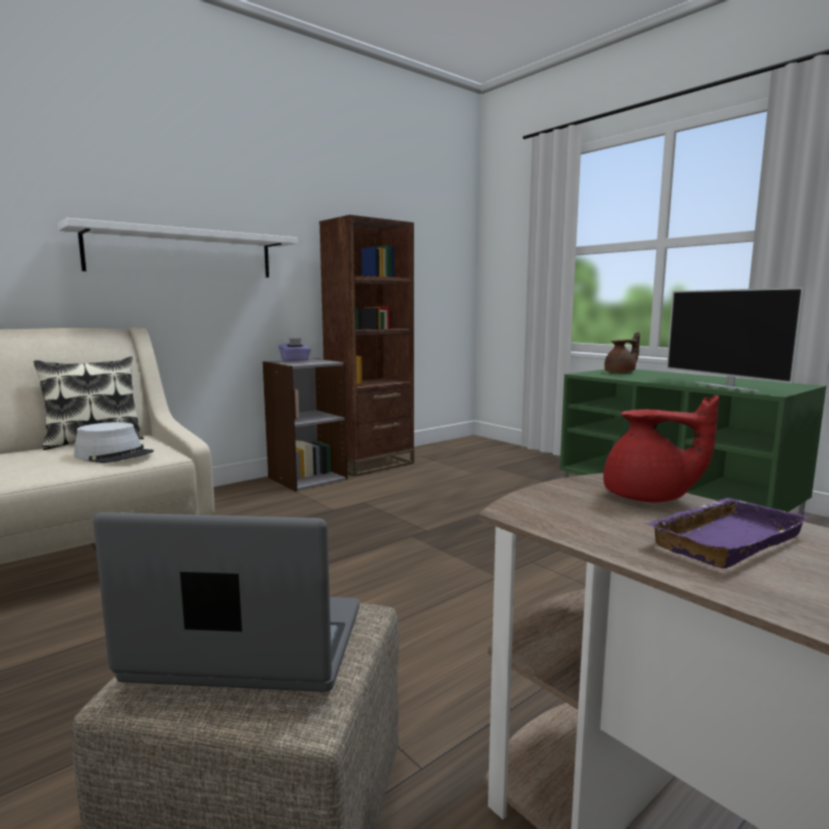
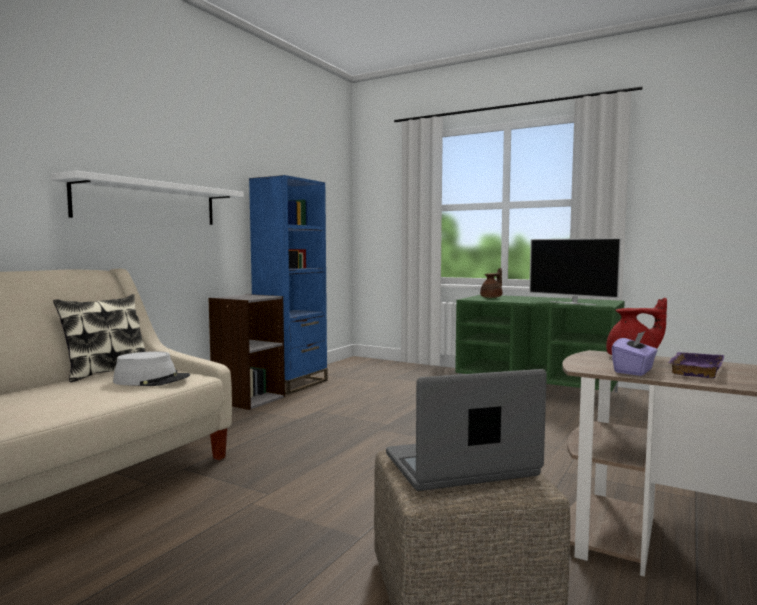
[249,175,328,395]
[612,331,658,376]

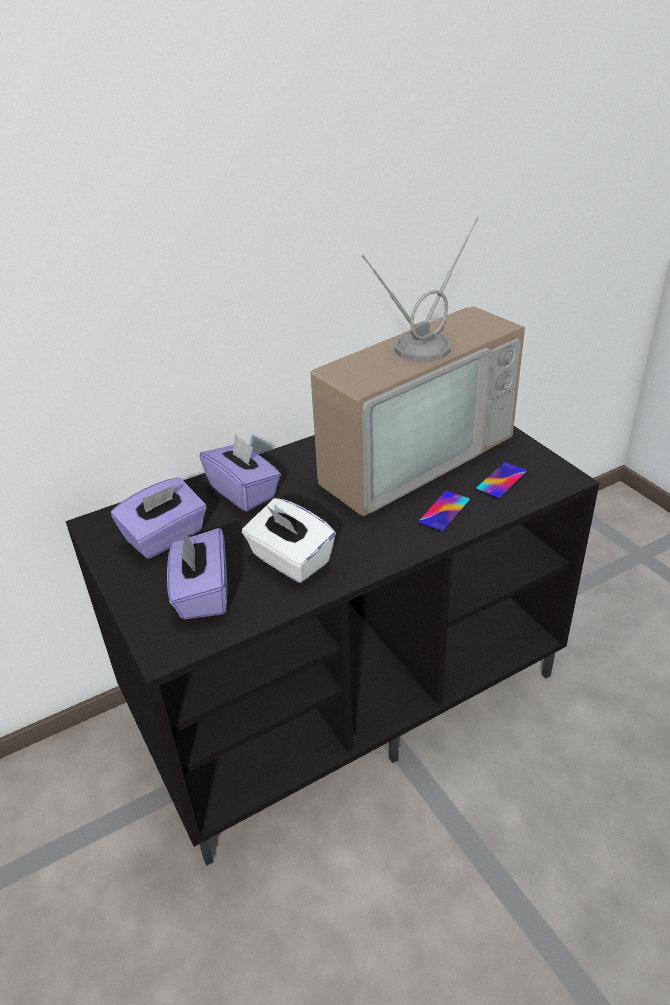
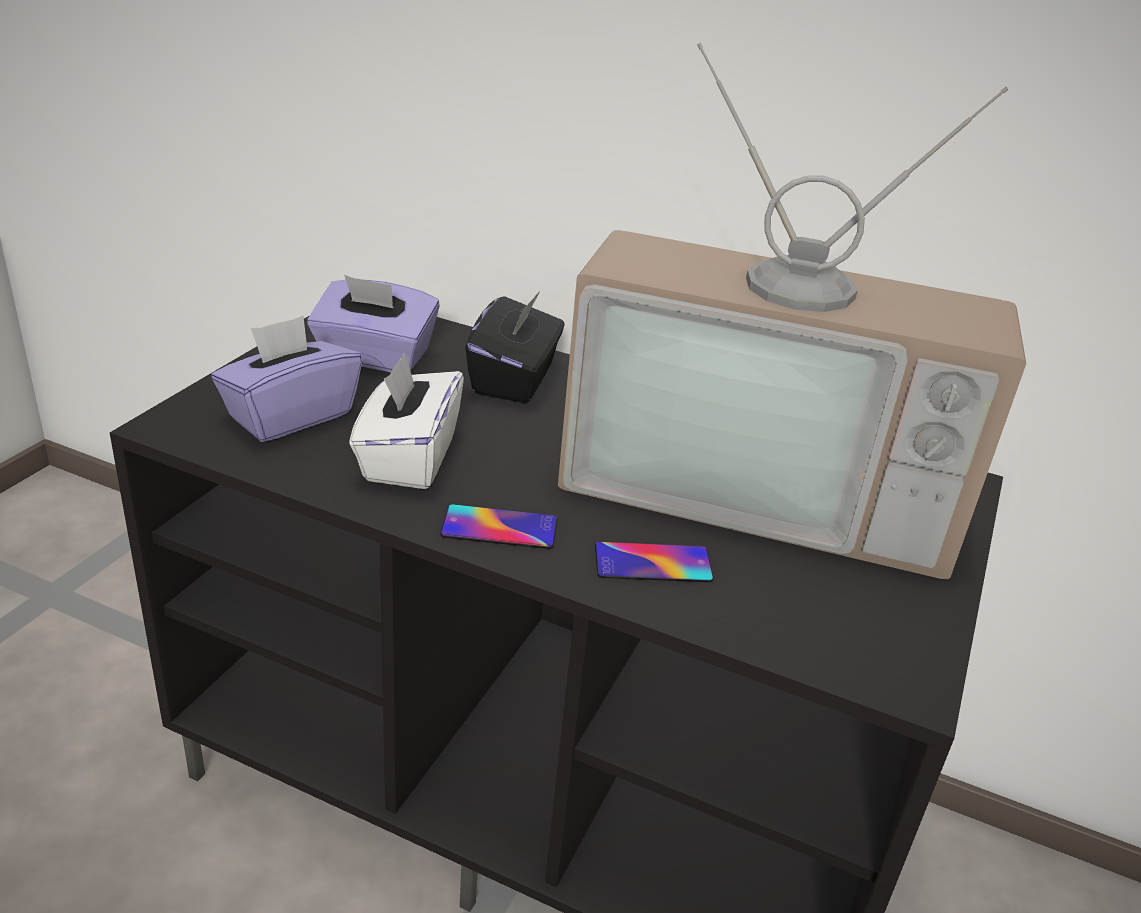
[440,504,557,549]
[465,290,565,403]

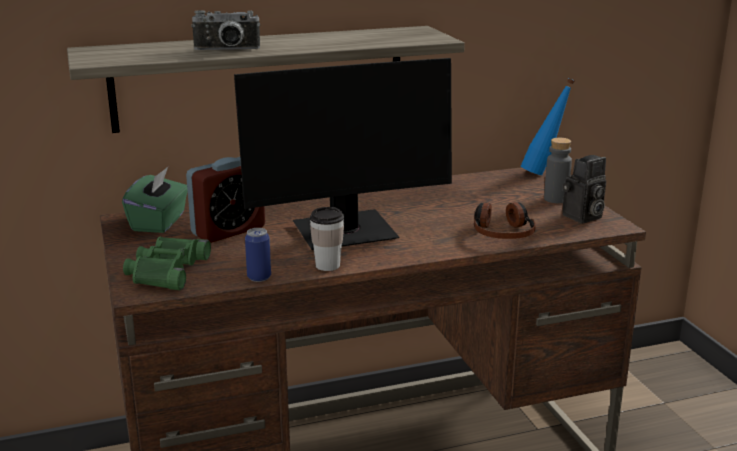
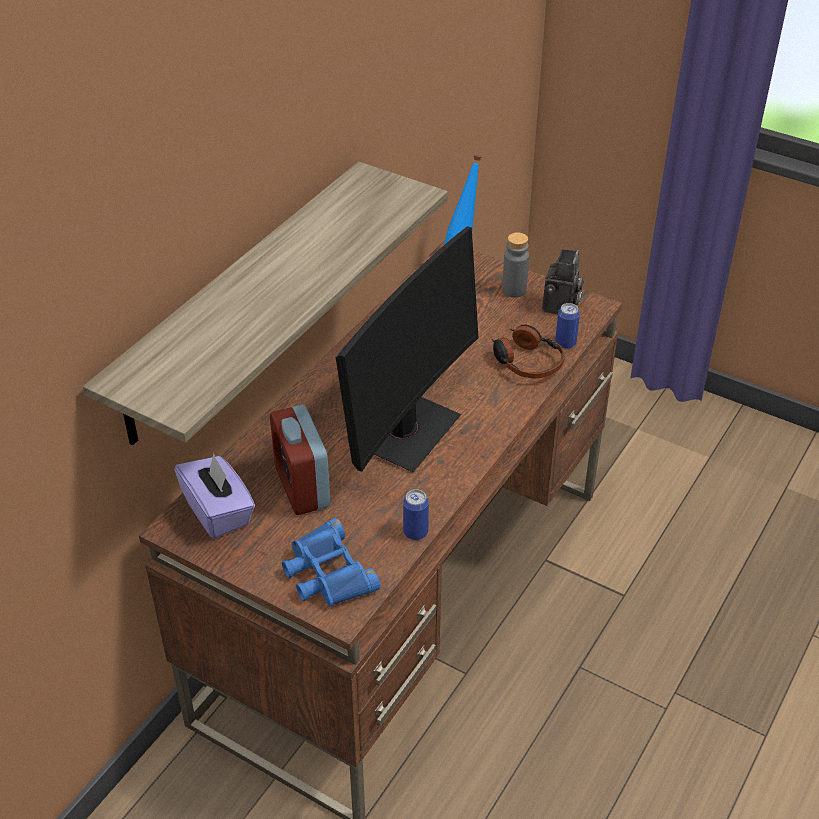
[174,453,255,539]
[270,405,330,515]
[282,518,380,607]
[555,303,580,349]
[191,10,260,50] (first image)
[310,207,344,271] (first image)

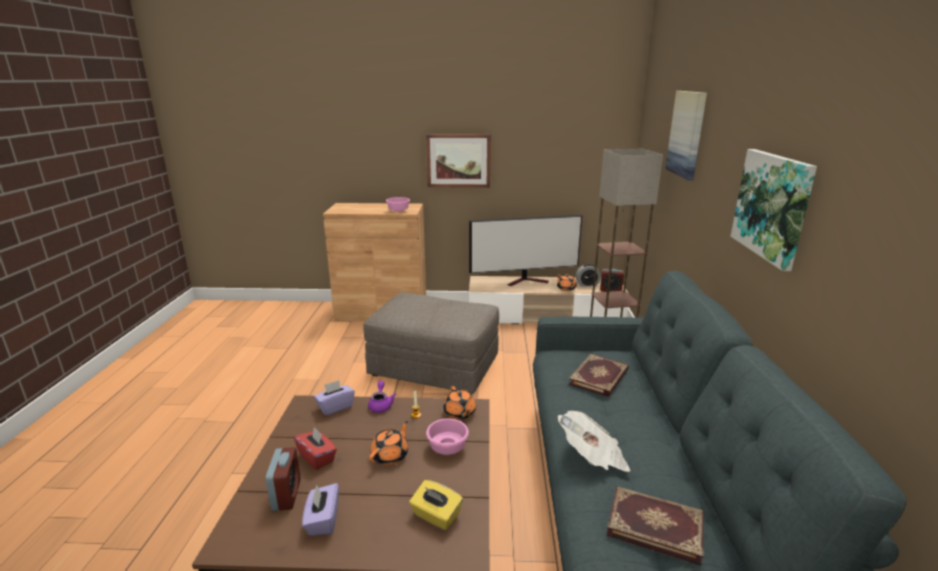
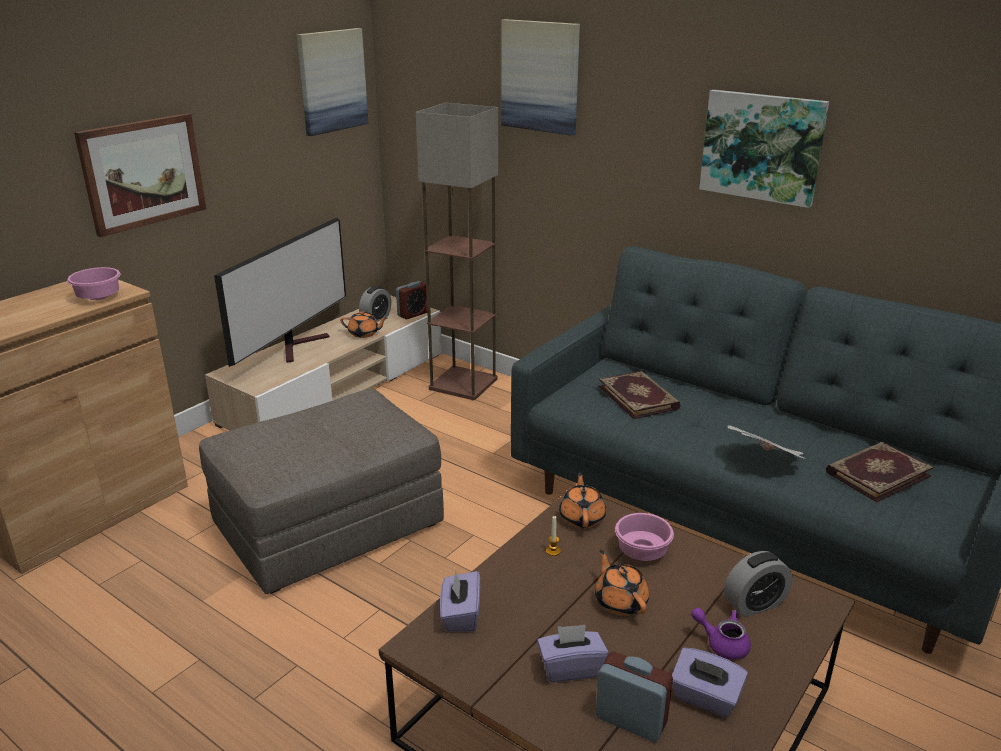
[297,28,369,136]
[537,625,609,682]
[559,472,606,528]
[691,608,751,660]
[724,551,793,617]

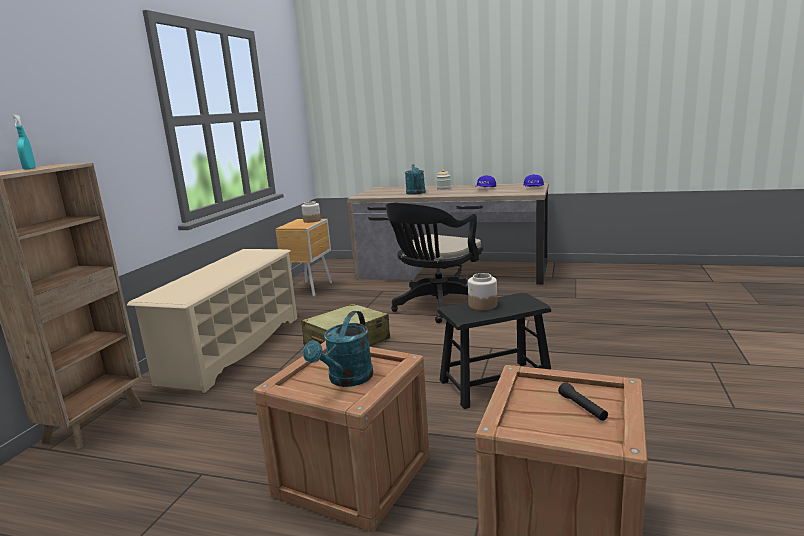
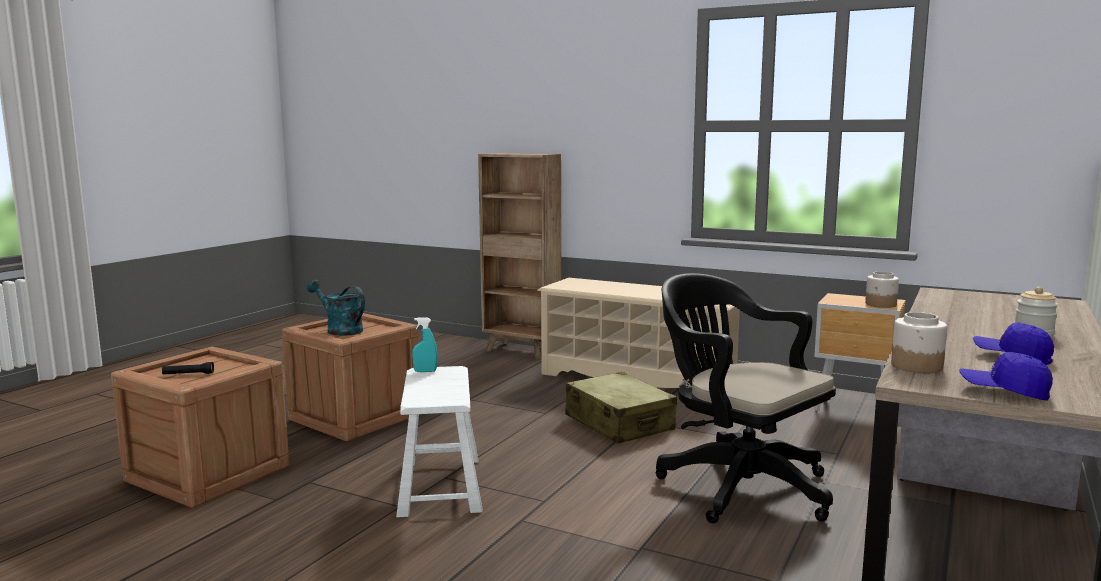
[396,366,483,517]
[412,318,437,372]
[891,312,947,373]
[405,164,426,195] (first image)

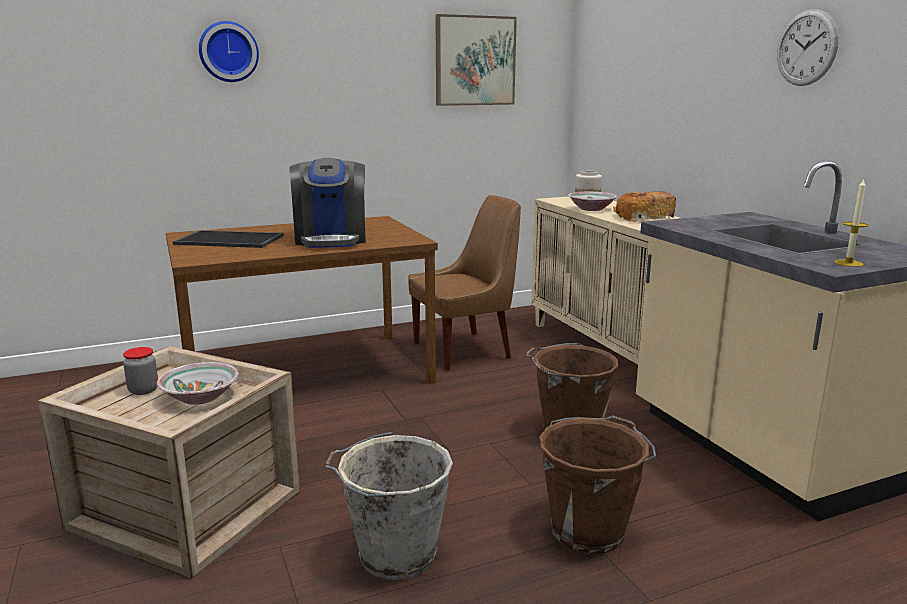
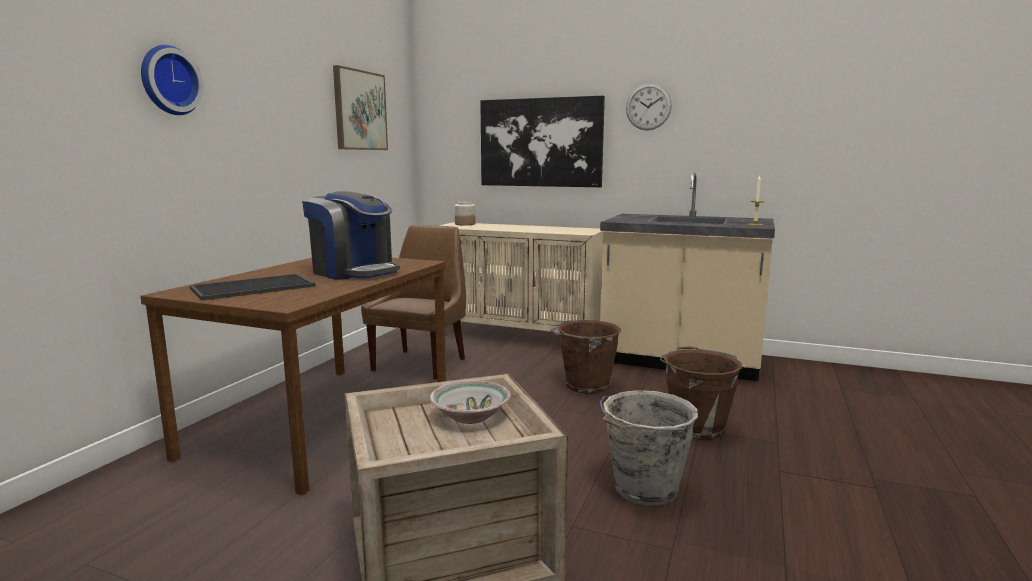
[480,95,605,187]
[123,347,158,395] (first image)
[568,192,617,211] (first image)
[613,191,676,222] (first image)

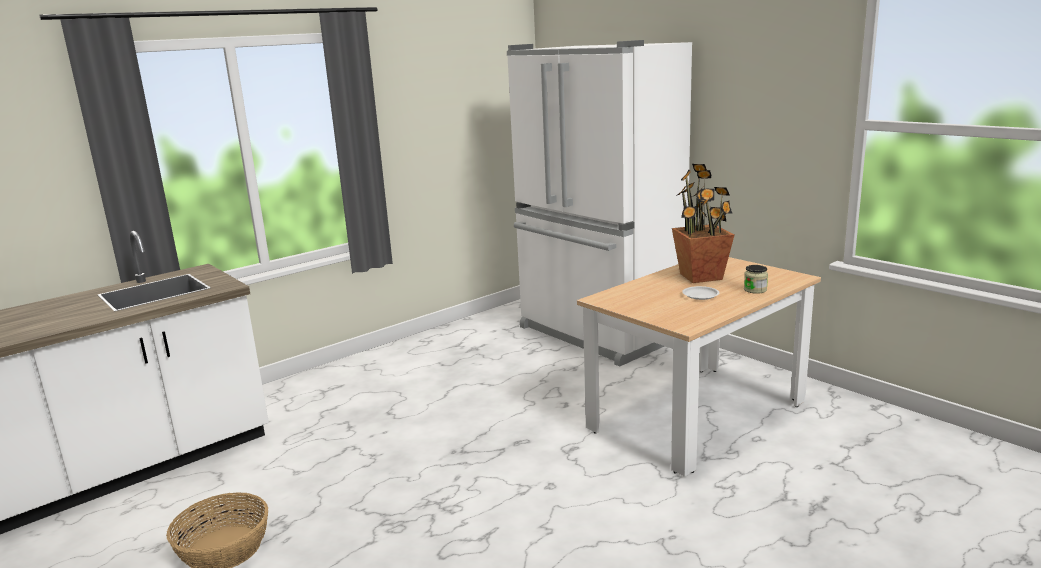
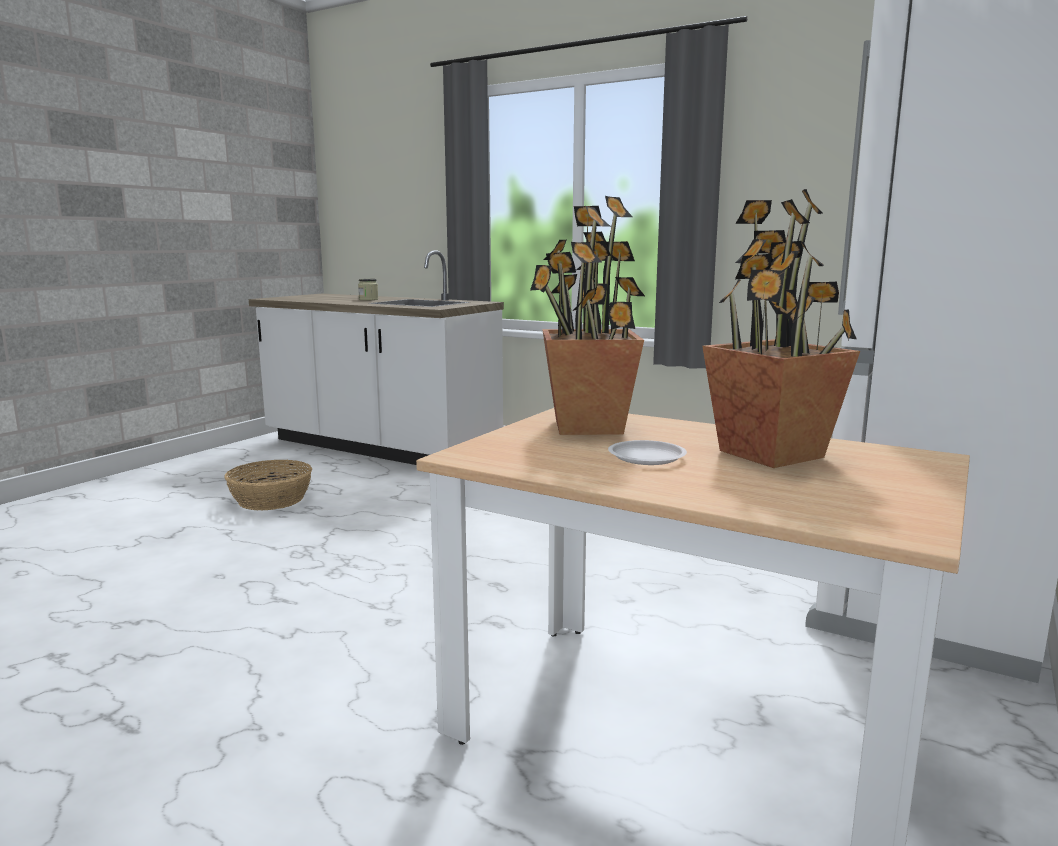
[358,279,378,300]
[530,196,645,435]

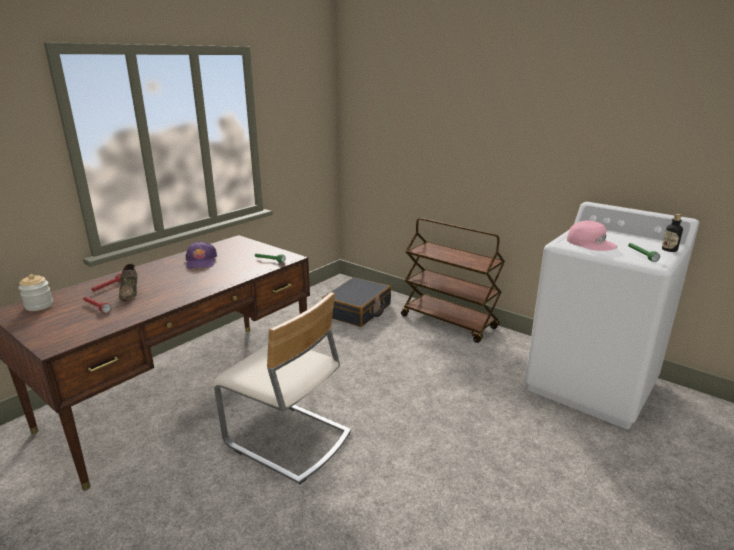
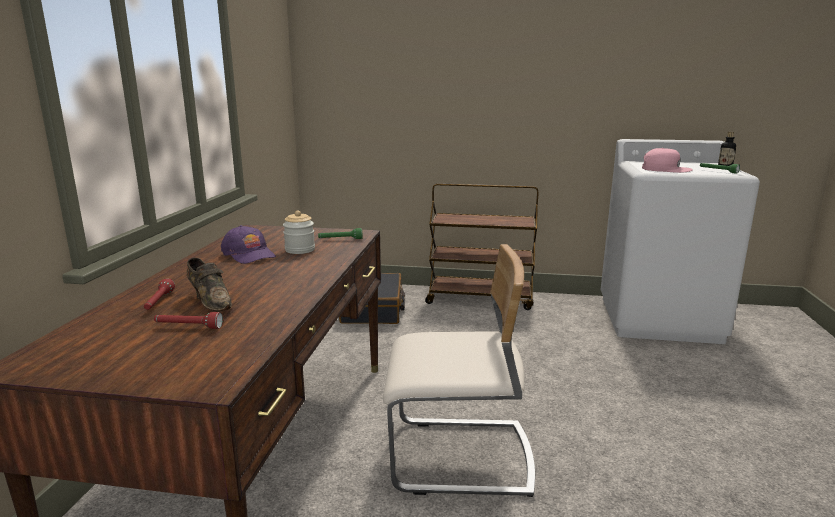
[283,210,315,254]

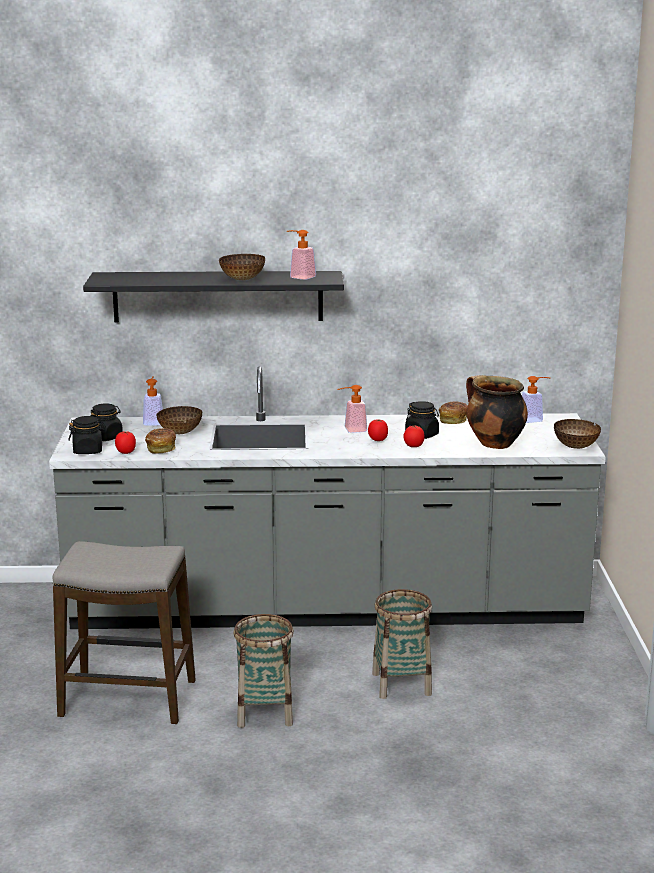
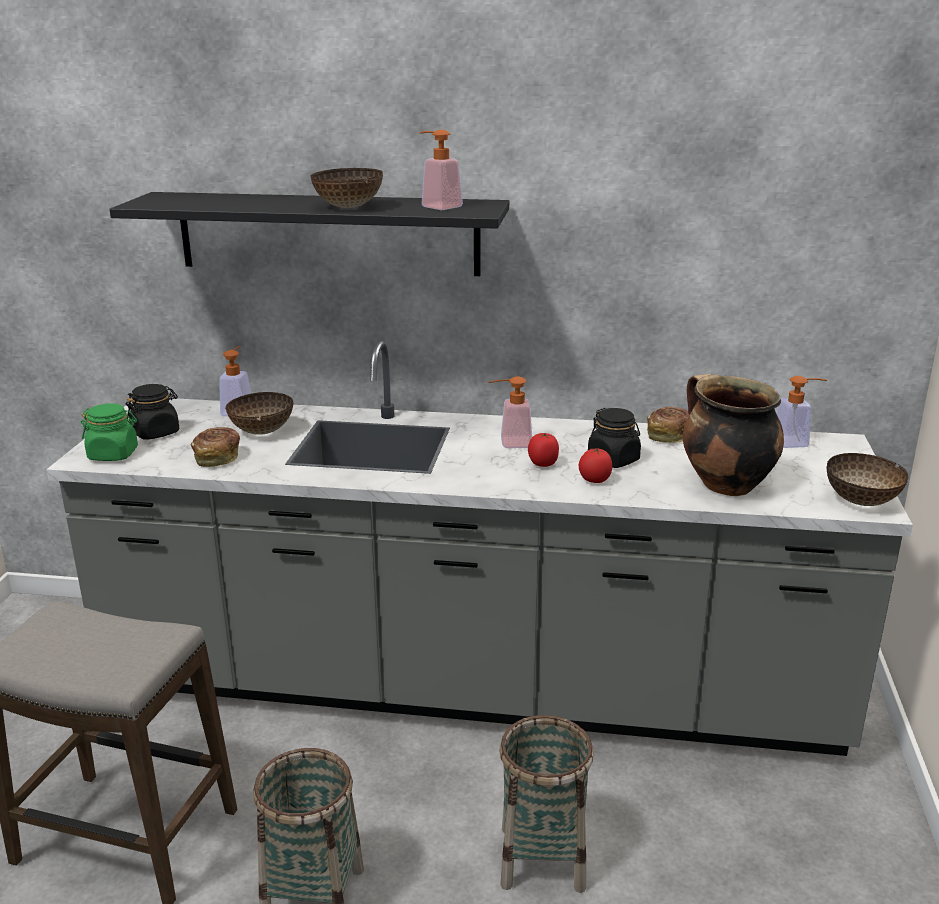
[81,403,138,461]
[115,431,136,454] (first image)

